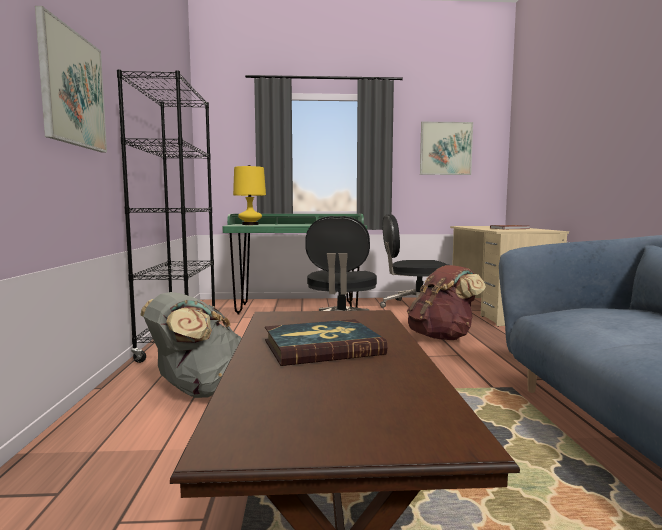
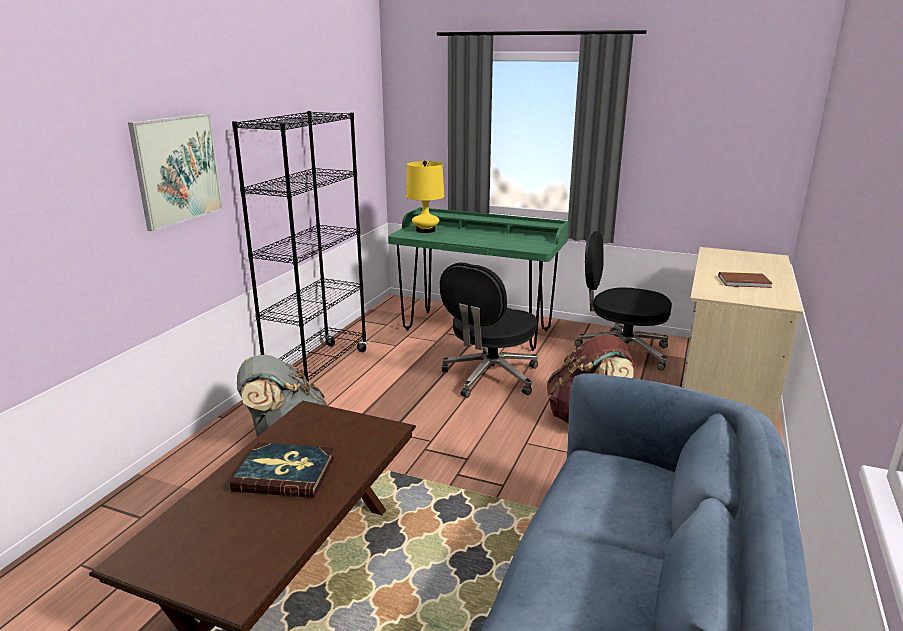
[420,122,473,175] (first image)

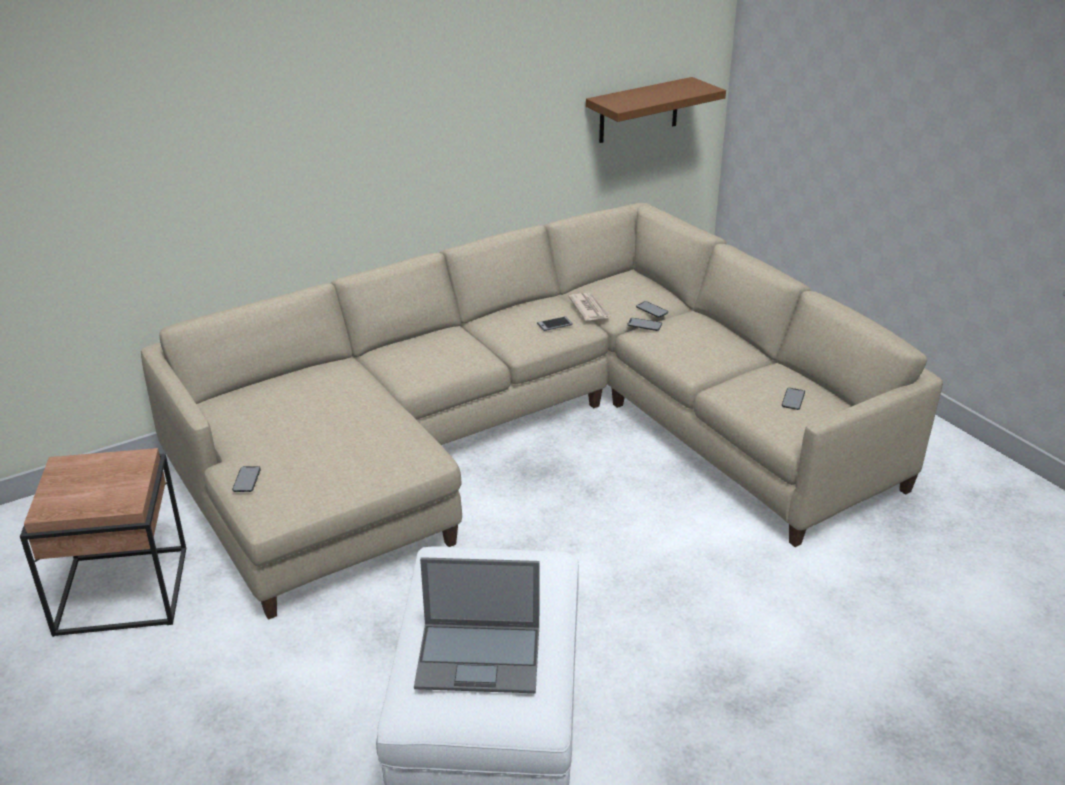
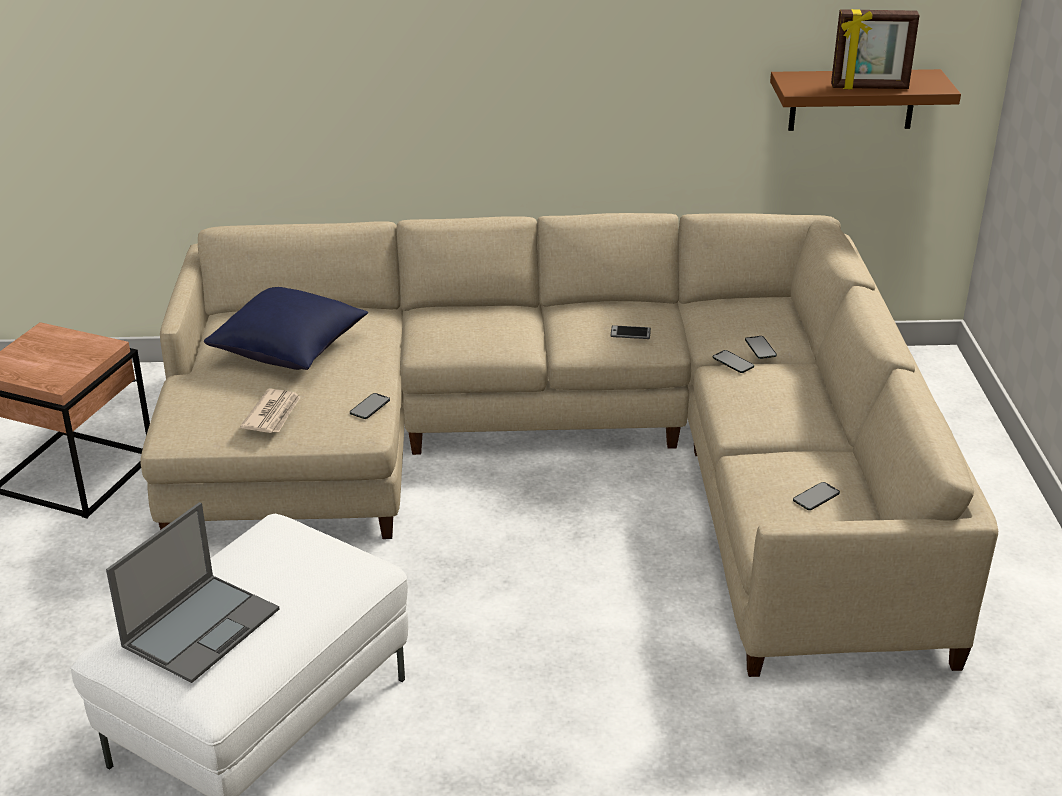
[106,502,280,683]
[204,287,368,370]
[240,389,301,433]
[350,393,390,419]
[831,9,920,89]

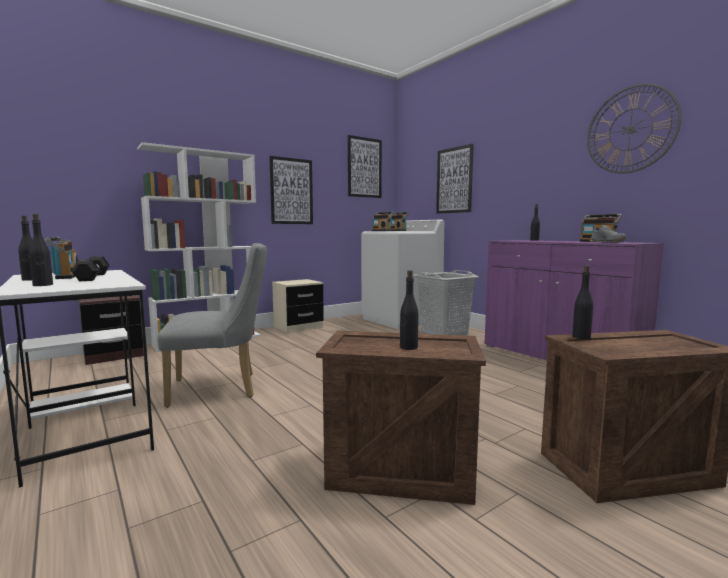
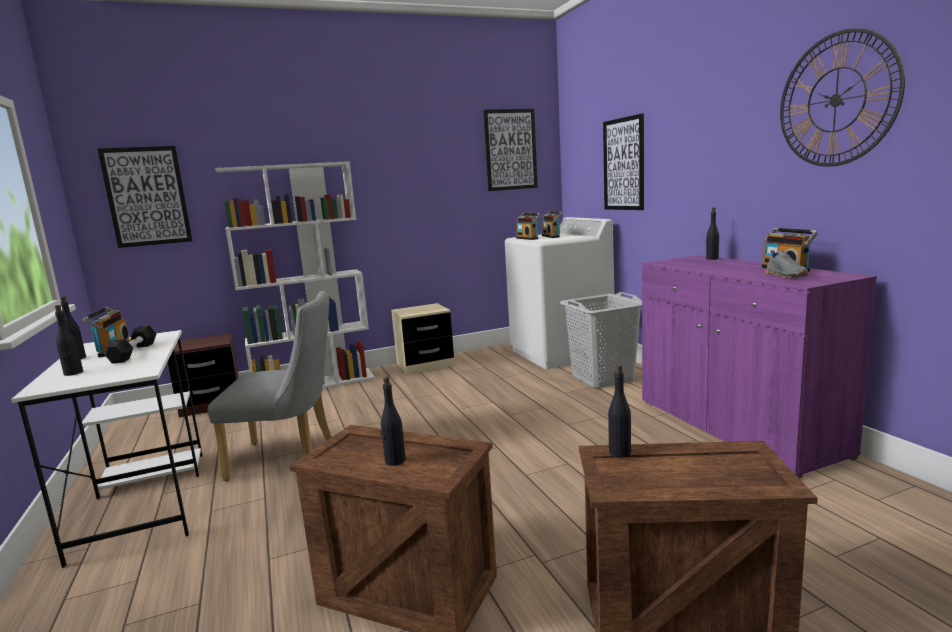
[97,146,193,248]

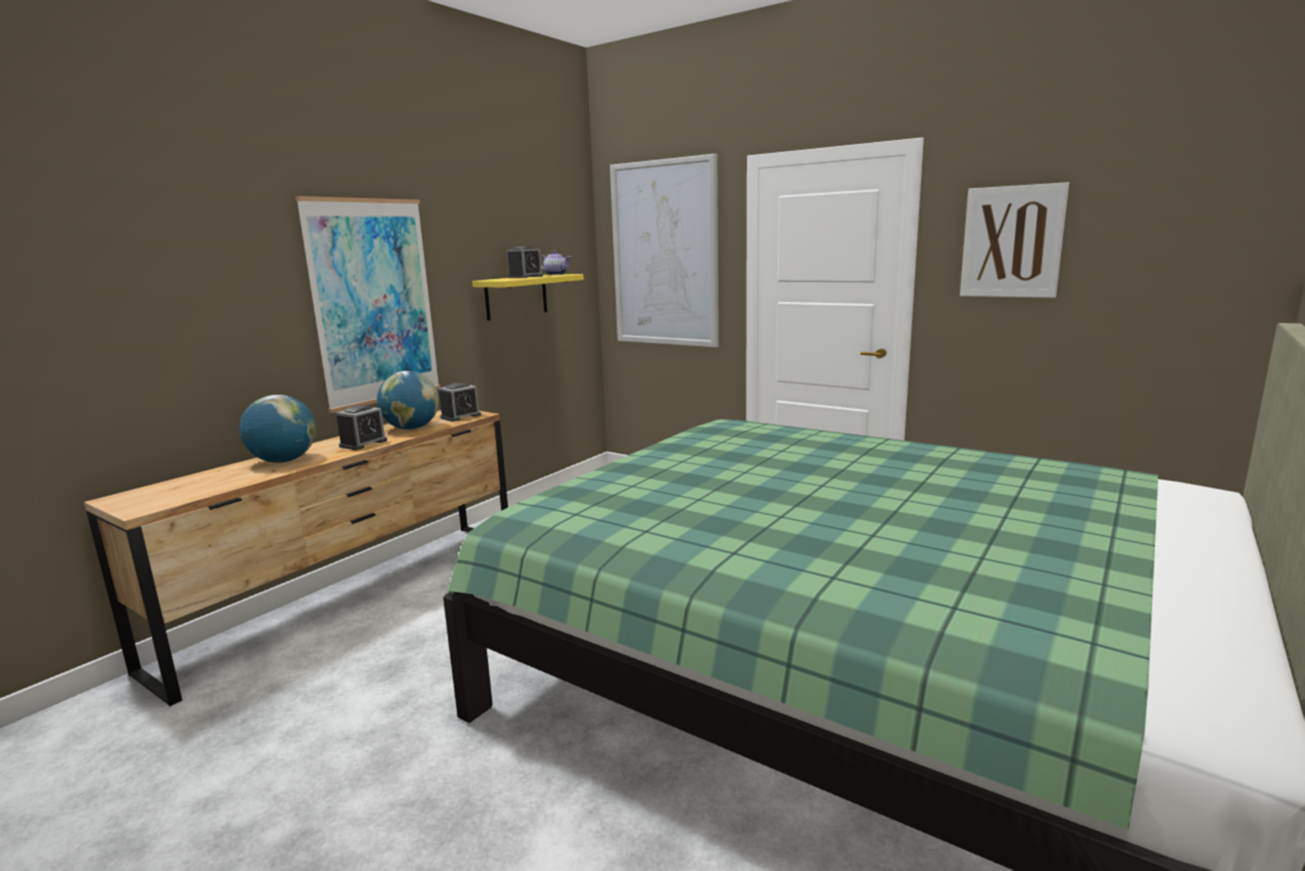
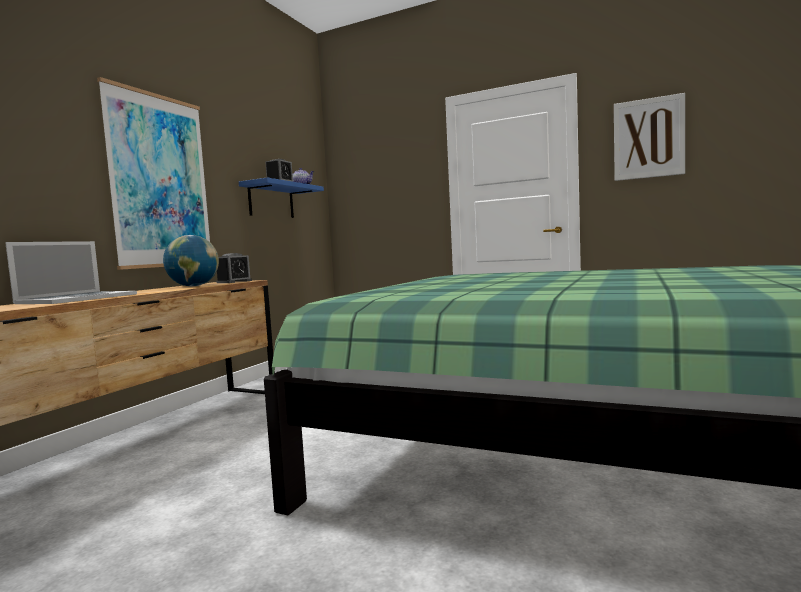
[5,241,137,304]
[239,178,324,218]
[336,405,387,450] (first image)
[610,154,719,347] (first image)

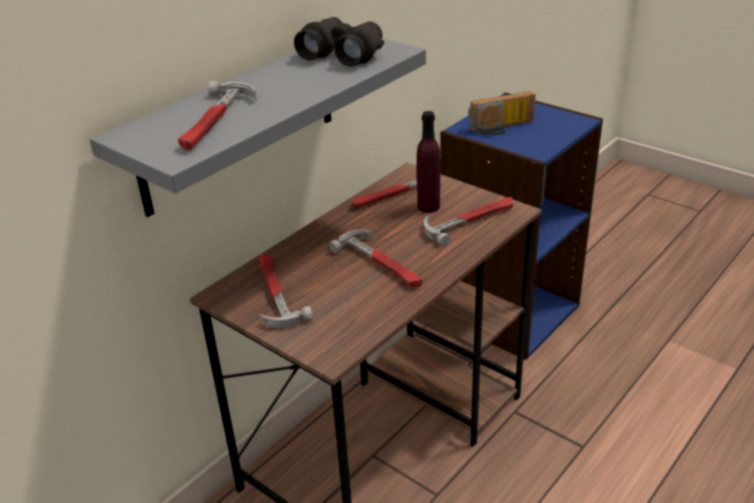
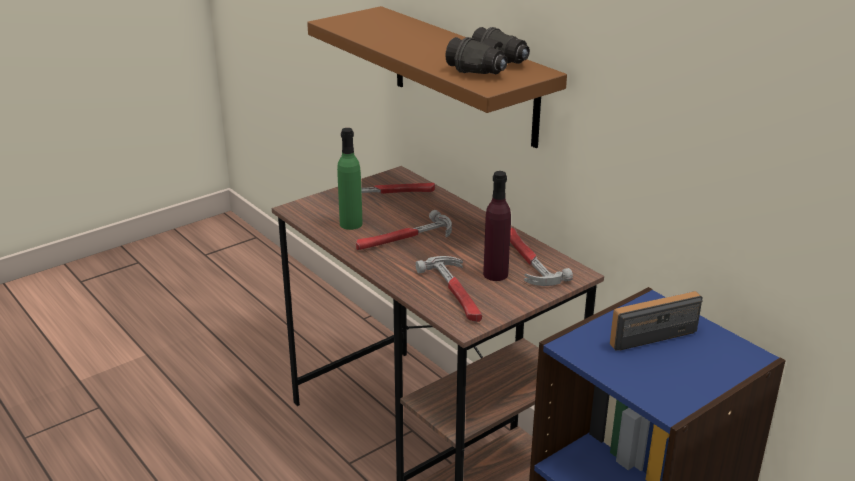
[307,6,567,148]
[337,128,362,230]
[610,291,703,351]
[178,81,257,150] (first image)

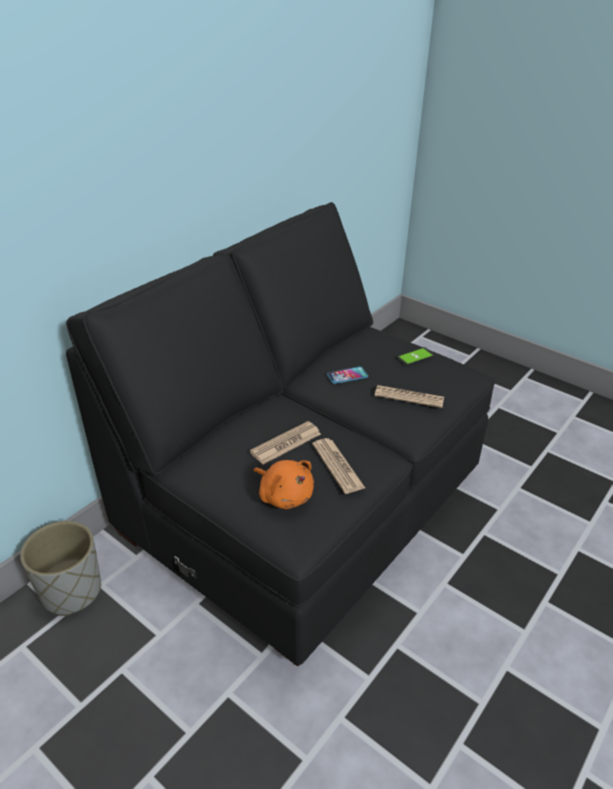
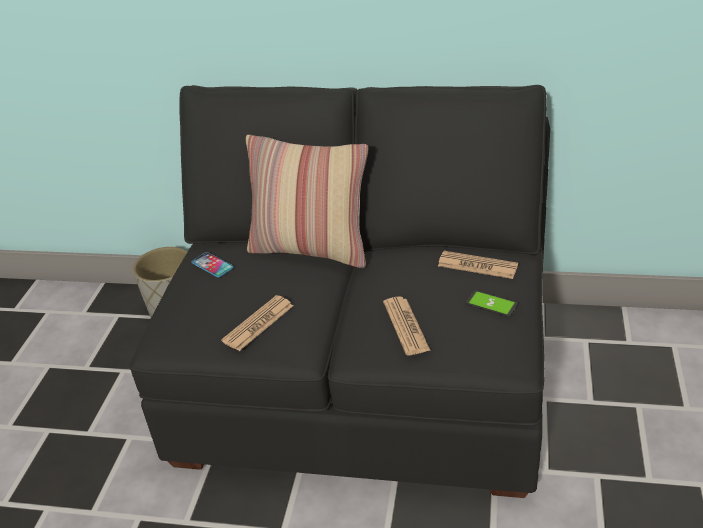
[192,252,233,277]
[246,135,368,268]
[438,251,518,279]
[254,460,314,509] (first image)

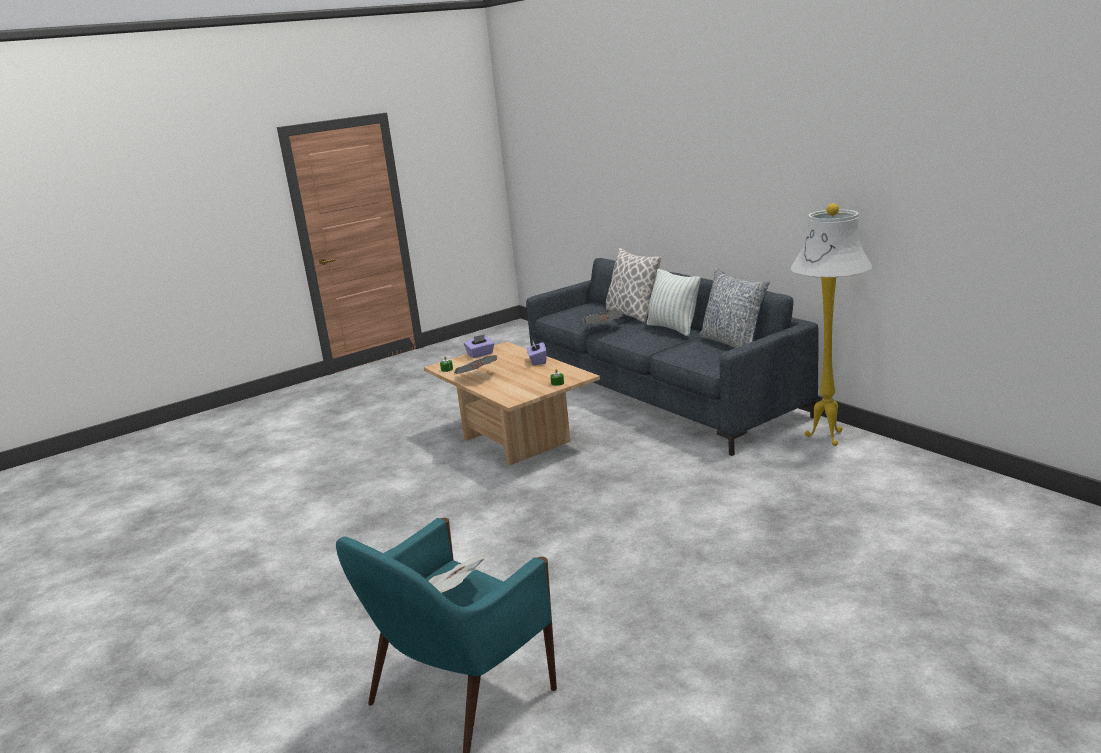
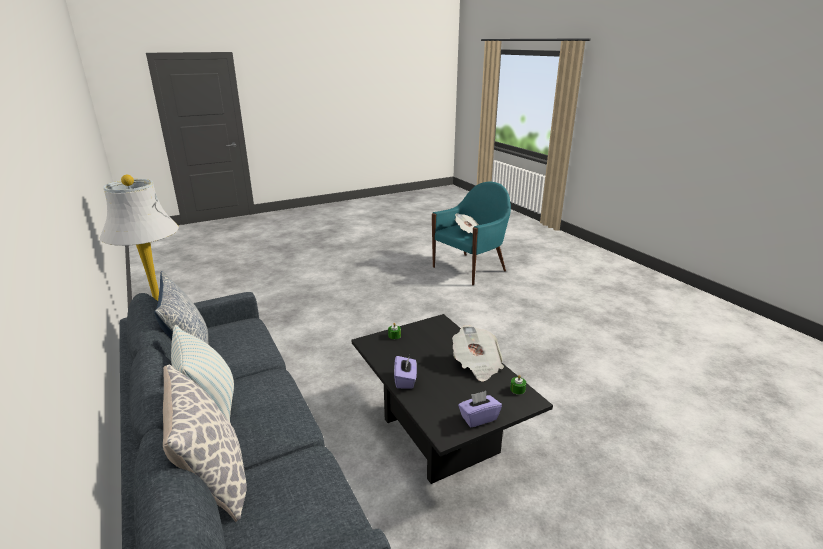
[351,314,553,484]
[582,311,623,324] (first image)

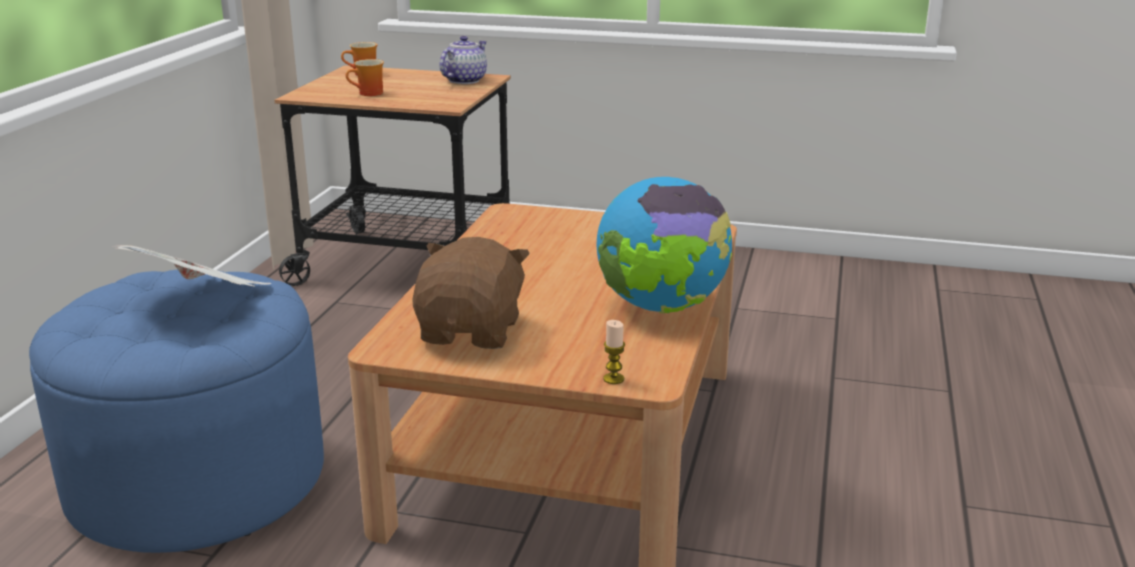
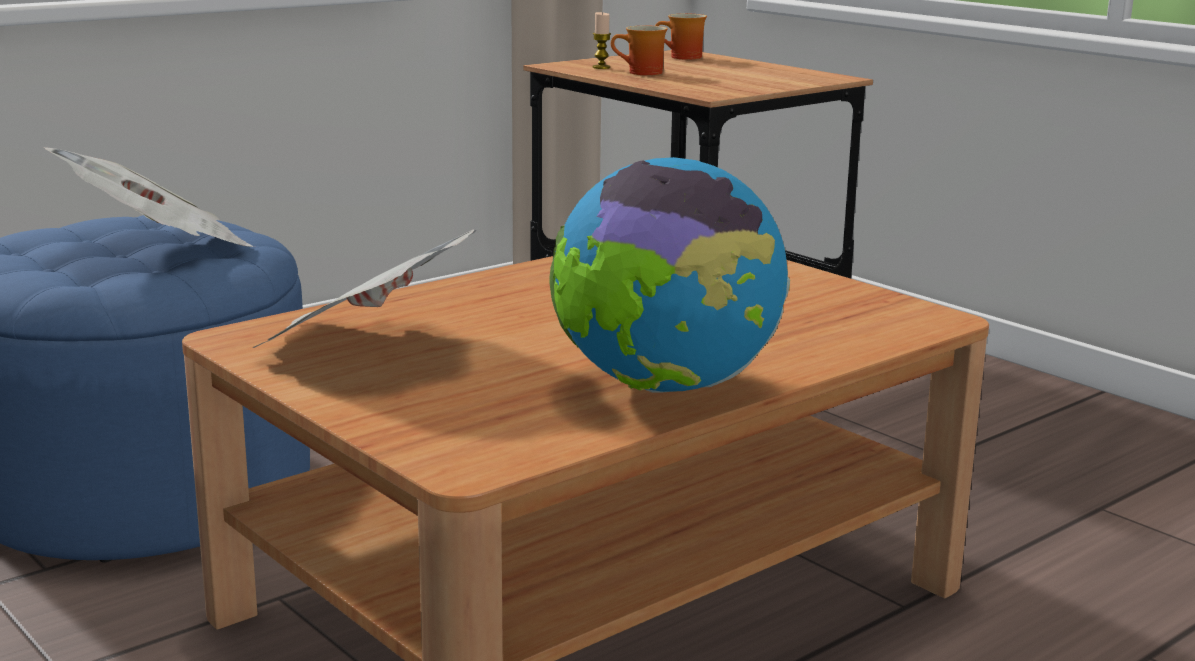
[252,230,477,348]
[593,12,611,69]
[439,36,487,84] (first image)

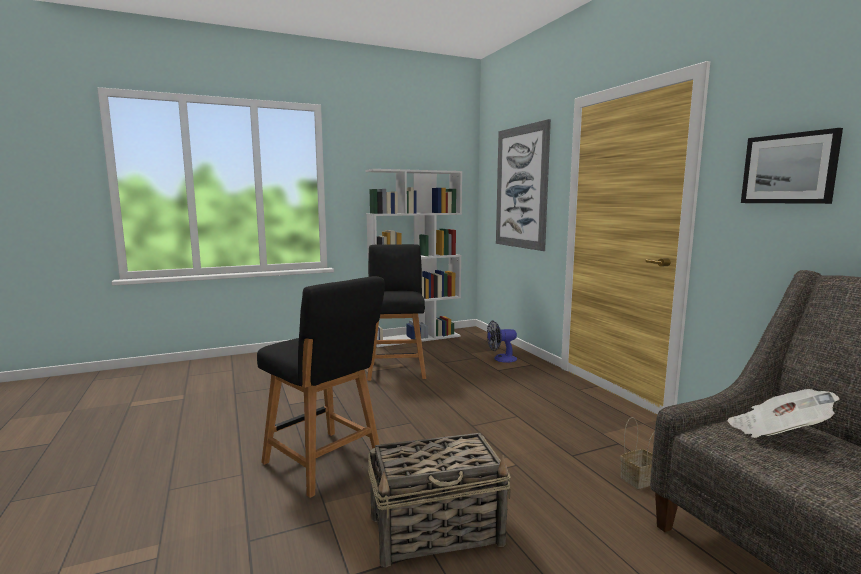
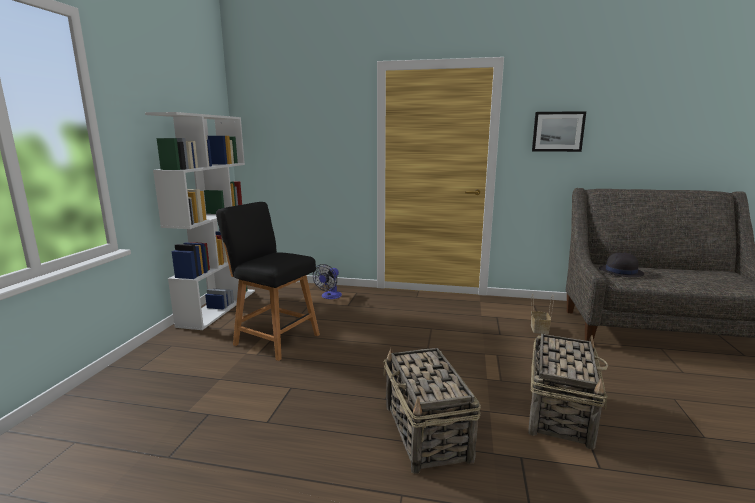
[383,348,481,474]
[599,253,644,277]
[496,119,551,251] (first image)

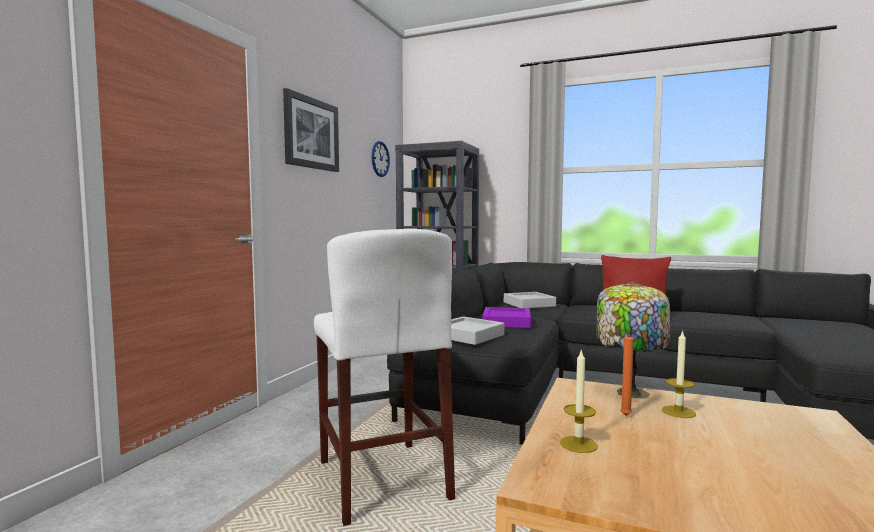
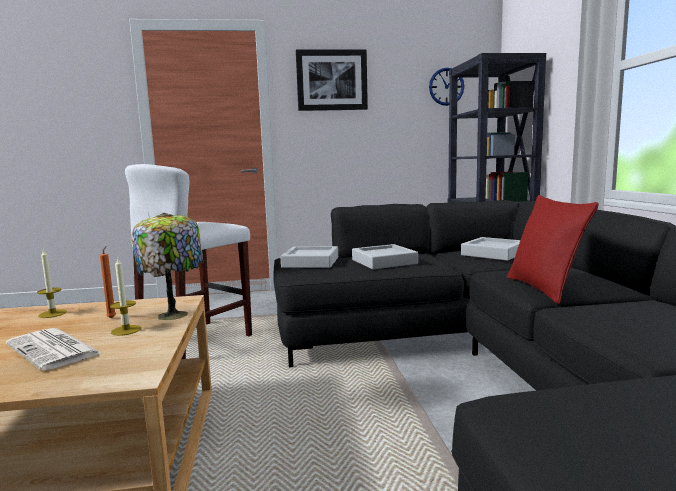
[6,328,103,371]
[352,244,418,269]

